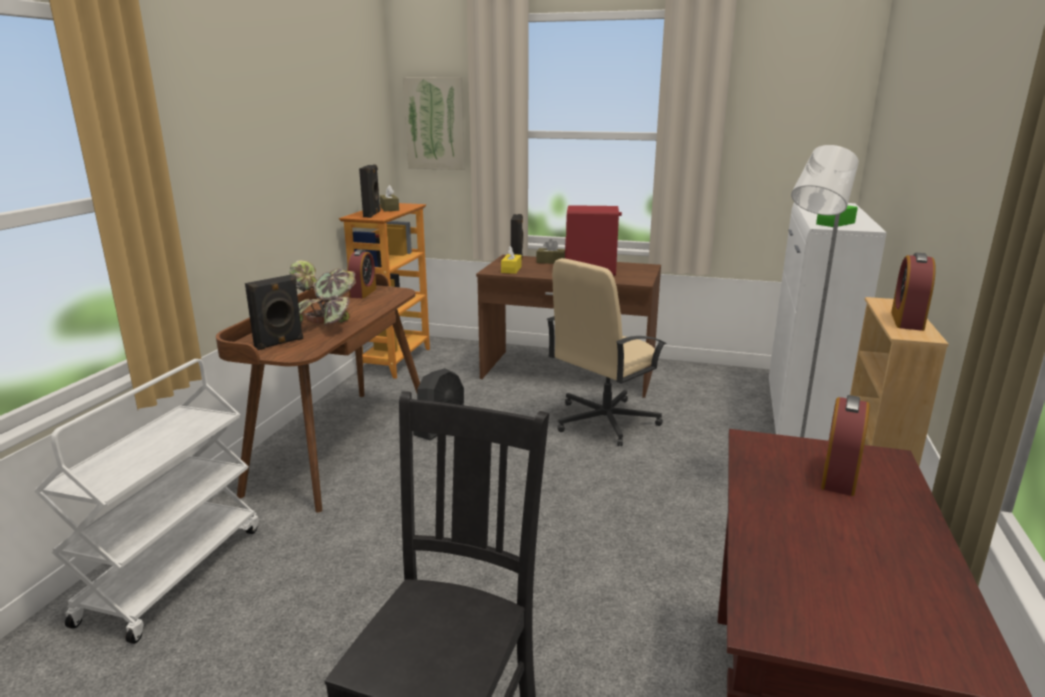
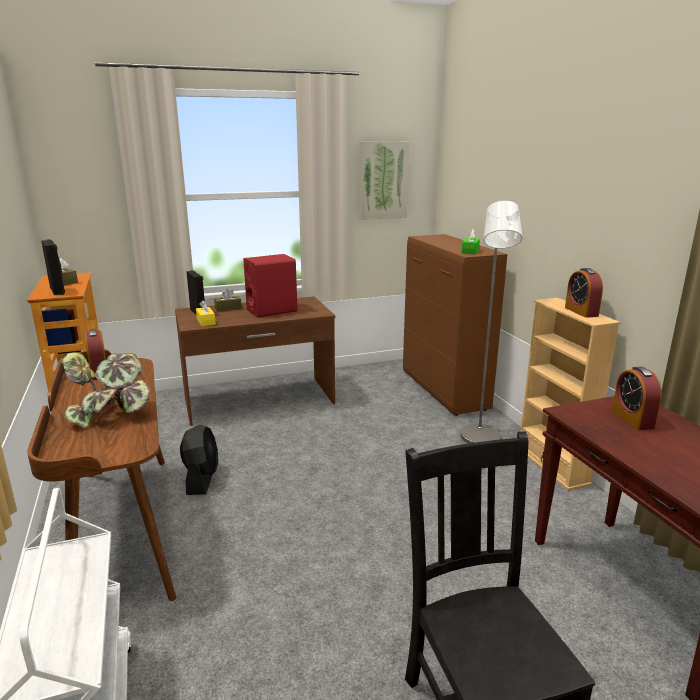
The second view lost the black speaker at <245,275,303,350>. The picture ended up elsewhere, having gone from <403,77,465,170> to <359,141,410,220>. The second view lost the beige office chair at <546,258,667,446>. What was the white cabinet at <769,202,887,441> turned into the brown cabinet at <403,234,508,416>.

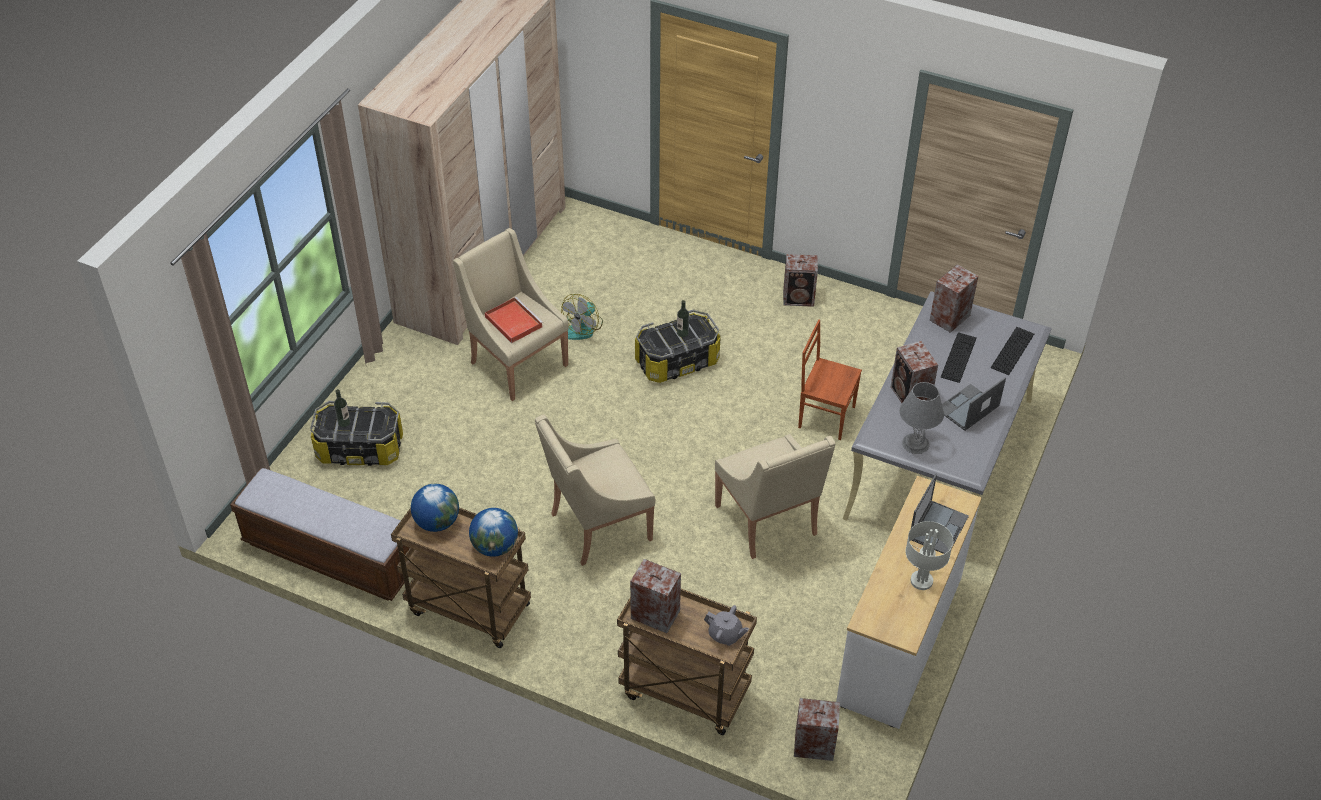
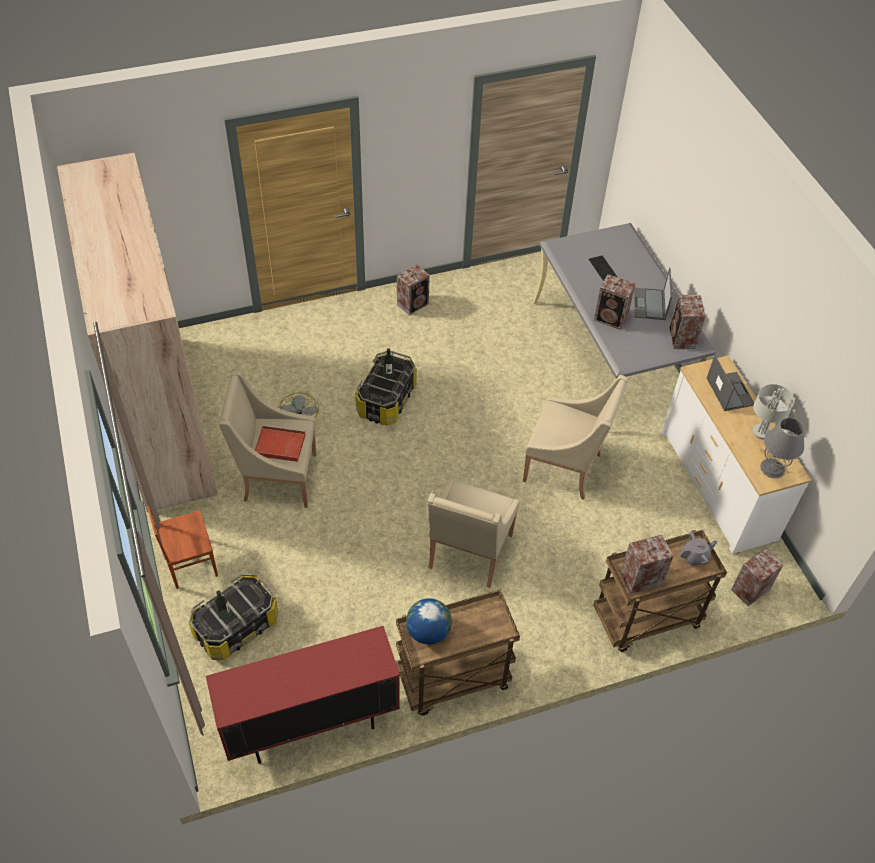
Where the bench stood at <230,468,410,601>, the red cabinet came to stand at <206,626,400,764>. The second view lost the globe at <469,508,518,557>. The brown chair ended up elsewhere, having gone from <798,320,862,440> to <147,506,218,589>. The grey table lamp ended up elsewhere, having gone from <899,382,944,454> to <760,418,804,478>. The speaker ended up elsewhere, having gone from <930,264,978,333> to <669,295,706,349>. The second view lost the keyboard at <991,327,1034,375>.

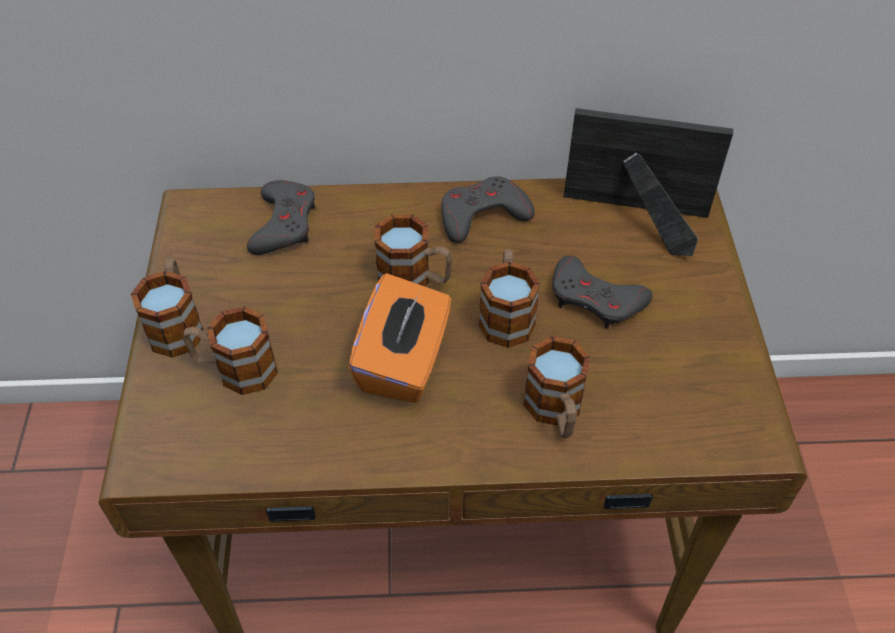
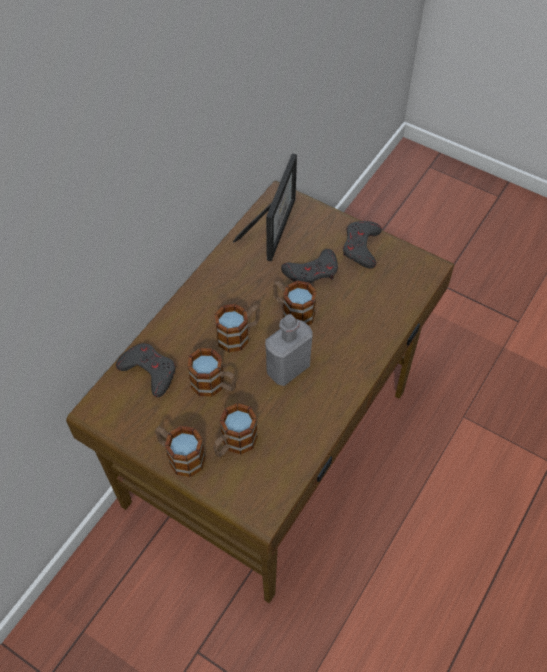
Where the orange tissue box stood at <348,273,451,403>, the grey bottle came to stand at <265,314,313,386>. The grey game controller ended up elsewhere, having gone from <441,176,535,243> to <343,221,382,269>. The mug ended up elsewhere, having gone from <523,336,590,438> to <188,348,236,397>. The picture frame at <564,108,733,256> ended up facing another way, 150 degrees clockwise from before.

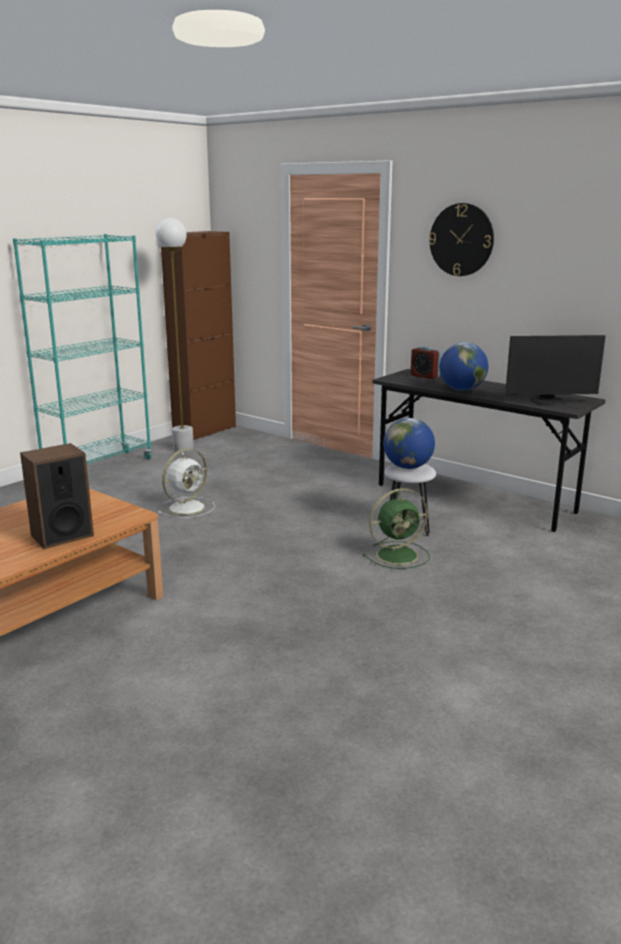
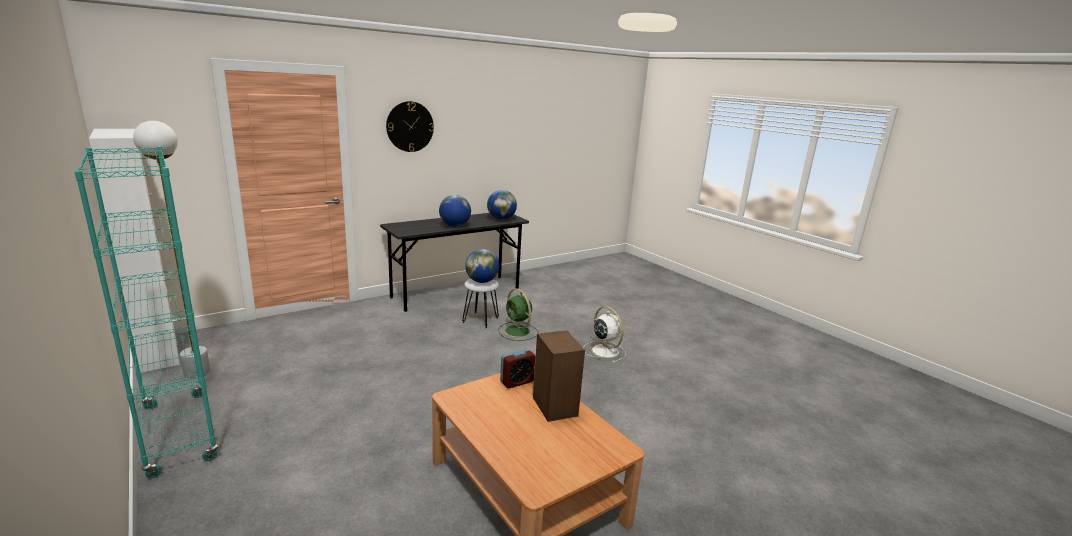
The white fan ended up elsewhere, having gone from <158,448,215,518> to <583,306,626,363>. What was the brown cabinet at <161,231,236,440> turned into the white cabinet at <89,129,180,373>. The green fan at <363,488,430,569> ended up facing another way, 150 degrees clockwise from before. The alarm clock ended up elsewhere, having gone from <411,346,441,379> to <500,349,535,388>. Where the monitor stood at <505,335,606,406>, the globe came to stand at <487,190,517,220>.

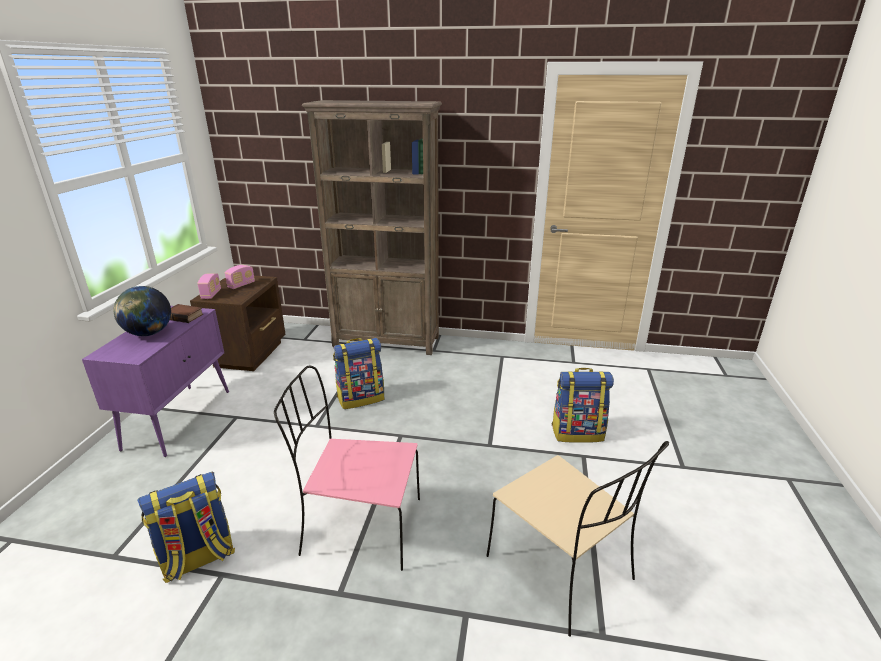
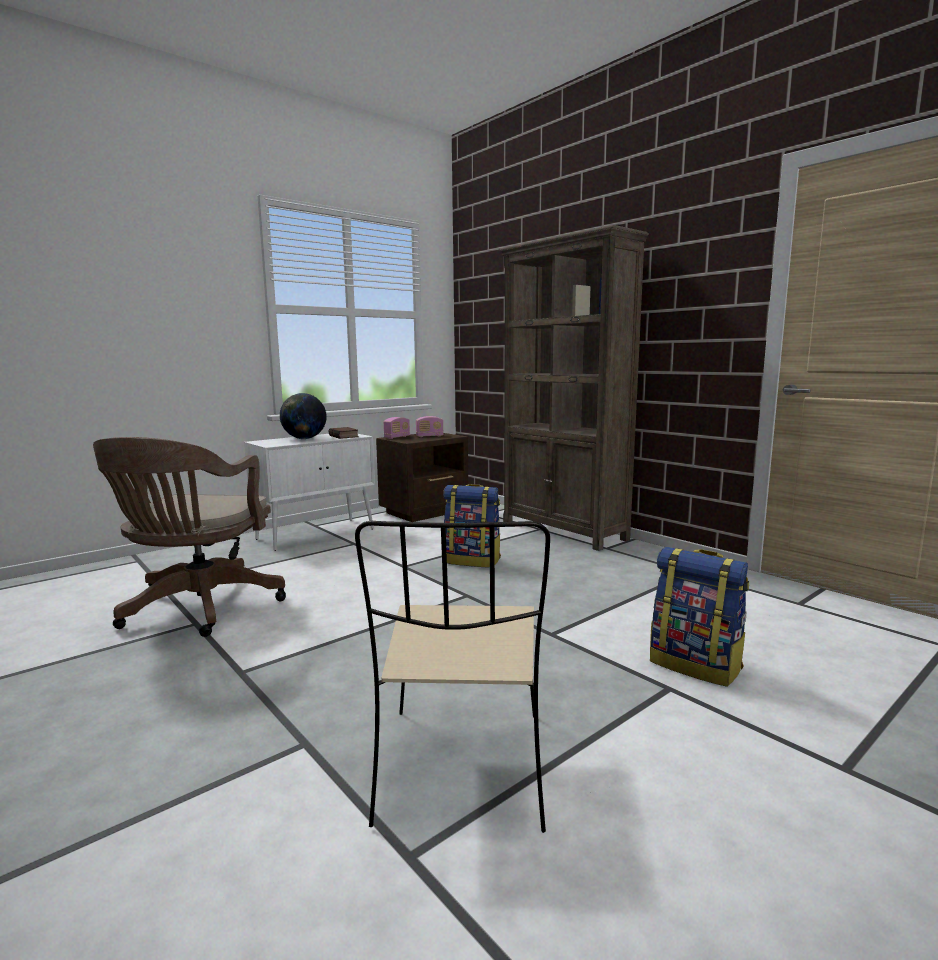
What was the purple cabinet at <82,306,229,457> turned into the white cabinet at <244,434,375,551>. Where the backpack stood at <137,472,235,583>, the brown office chair came to stand at <93,437,286,637>. The second view lost the pink chair at <274,366,420,571>.

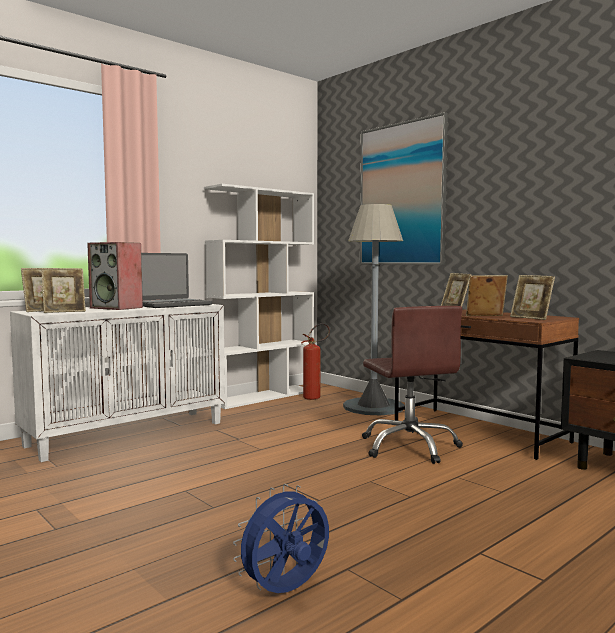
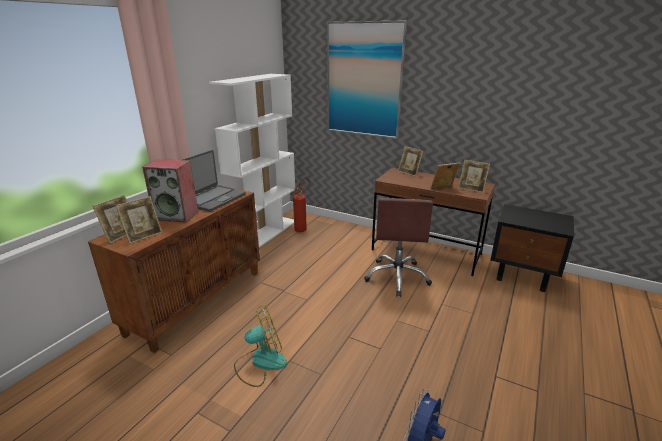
What was the white cabinet at <10,304,225,462> turned into the brown cabinet at <88,185,260,353>. The second view lost the grey floor lamp at <343,204,405,415>. The brown office chair at <362,306,463,464> ended up facing another way, 45 degrees clockwise from before. The second view gained the fan at <234,306,287,387>.

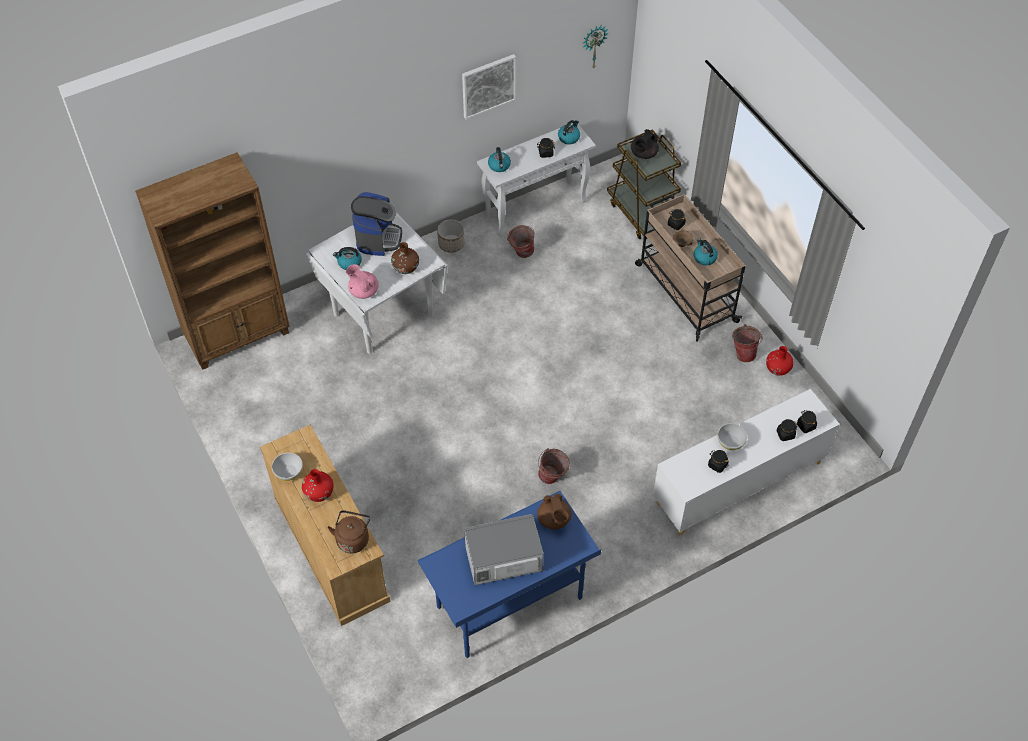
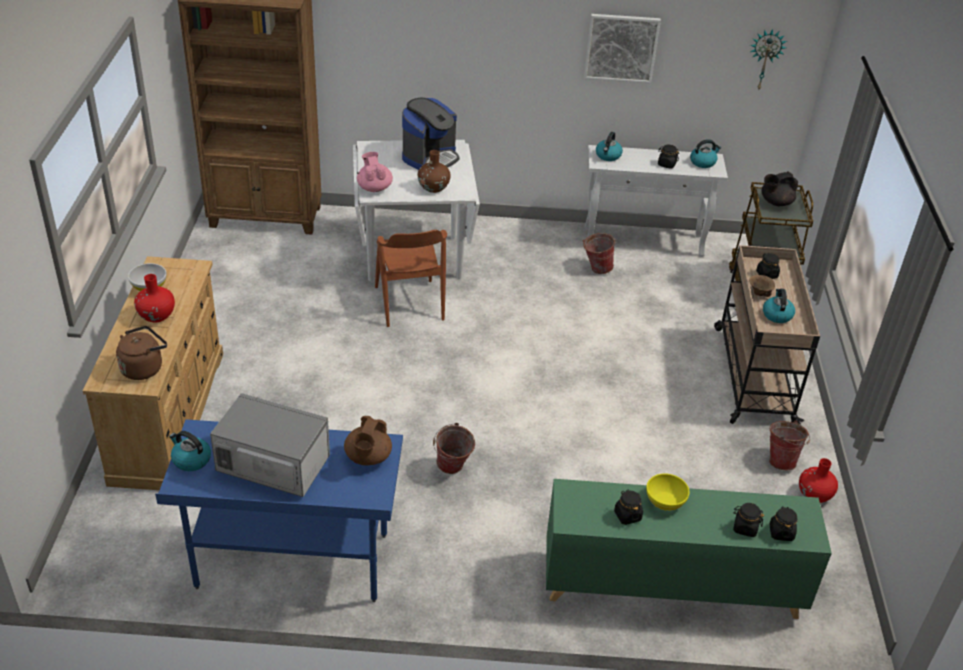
The kettle ended up elsewhere, having gone from <333,247,362,270> to <169,431,211,471>. The second view lost the planter at <437,219,465,253>. What was the white cabinet at <653,389,840,536> turned into the green cabinet at <546,479,832,619>. What was the white bowl at <718,423,747,450> turned into the yellow bowl at <646,473,690,511>. The second view gained the brown chair at <375,230,447,327>.

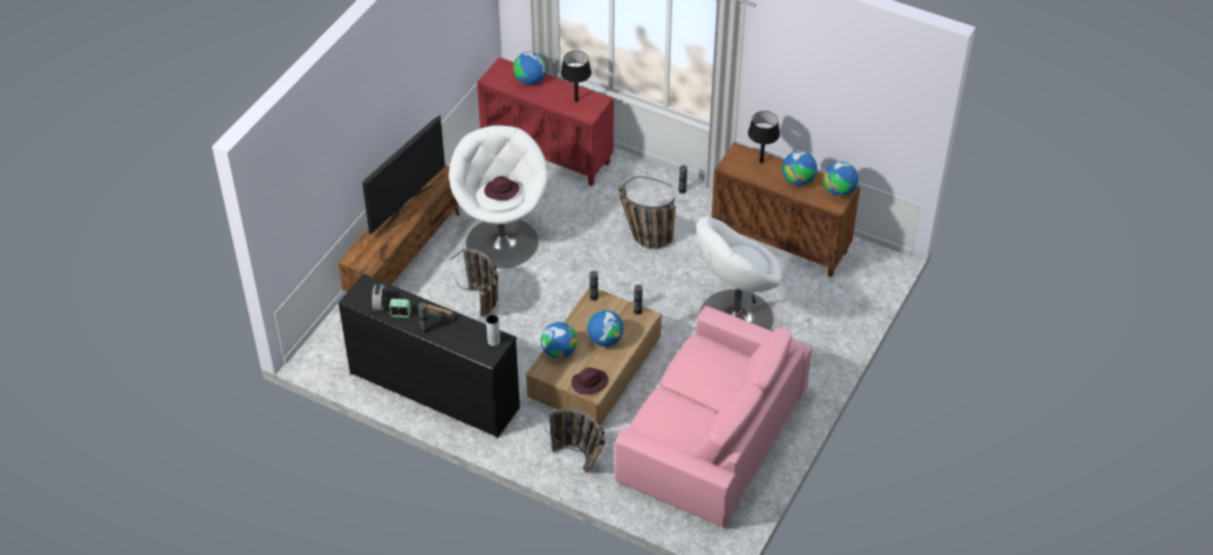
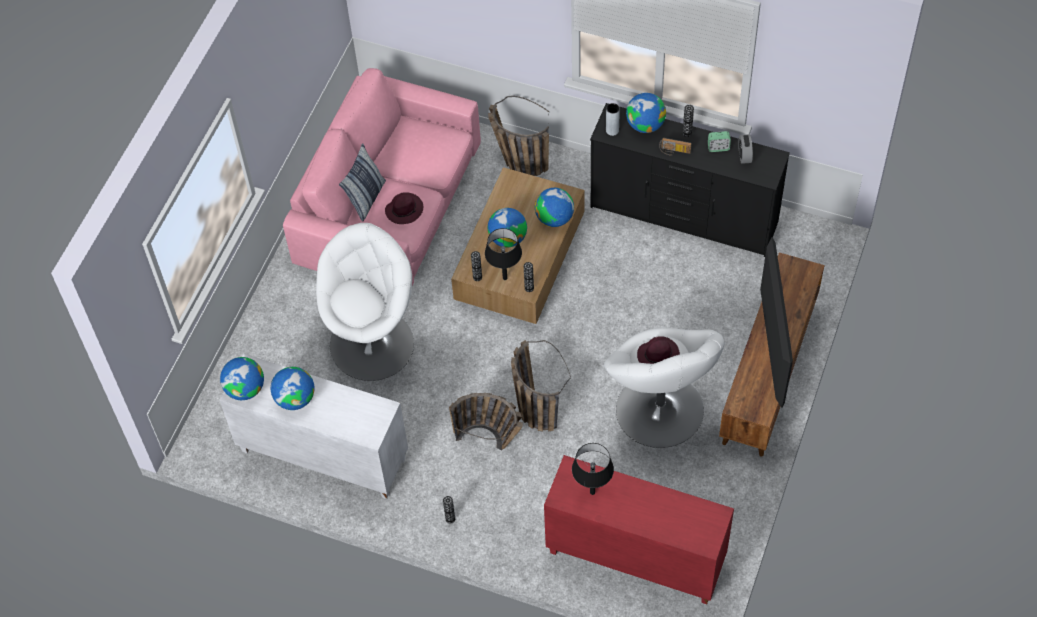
The television at <362,115,445,235> ended up facing another way, 150 degrees clockwise from before. The basket ended up elsewhere, having gone from <450,249,498,317> to <511,340,571,432>. The globe ended up elsewhere, having gone from <513,52,546,85> to <626,93,666,133>. The purple hat ended up elsewhere, having gone from <571,367,608,395> to <385,192,423,224>. What was the brown cabinet at <711,142,860,277> turned into the white cabinet at <220,354,408,499>. The black table lamp ended up elsewhere, having gone from <748,111,780,163> to <485,228,522,280>. The second view gained the pillow at <339,143,386,221>.

